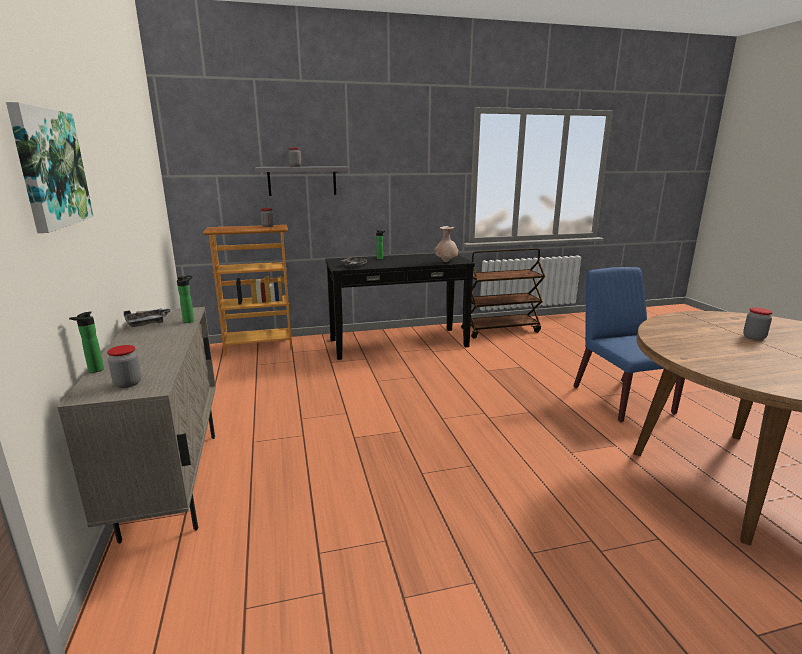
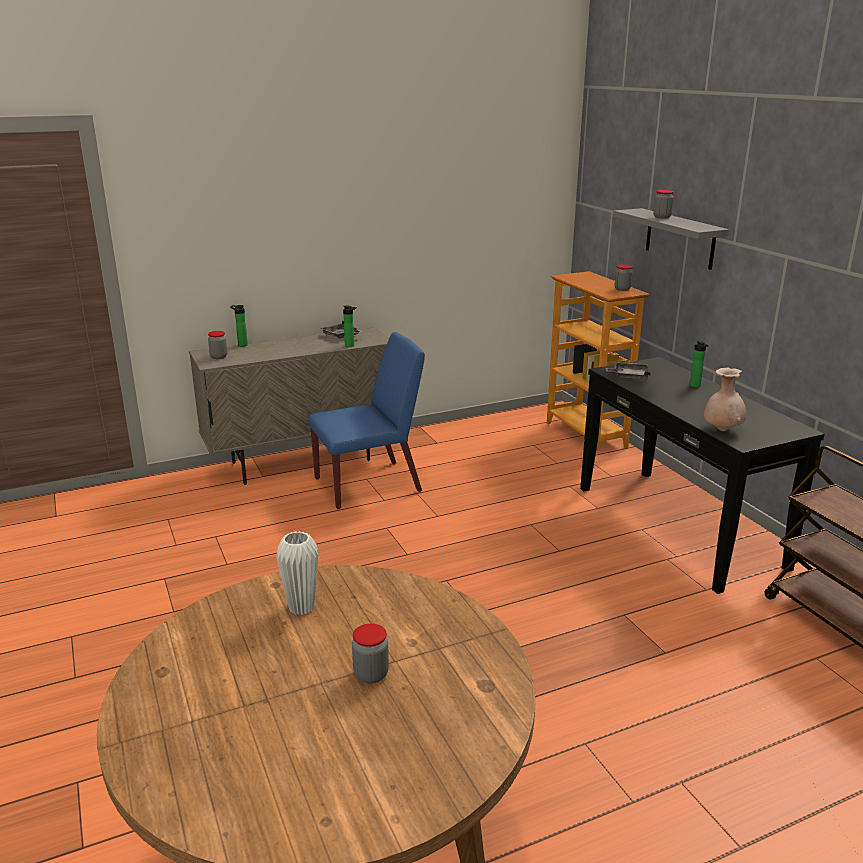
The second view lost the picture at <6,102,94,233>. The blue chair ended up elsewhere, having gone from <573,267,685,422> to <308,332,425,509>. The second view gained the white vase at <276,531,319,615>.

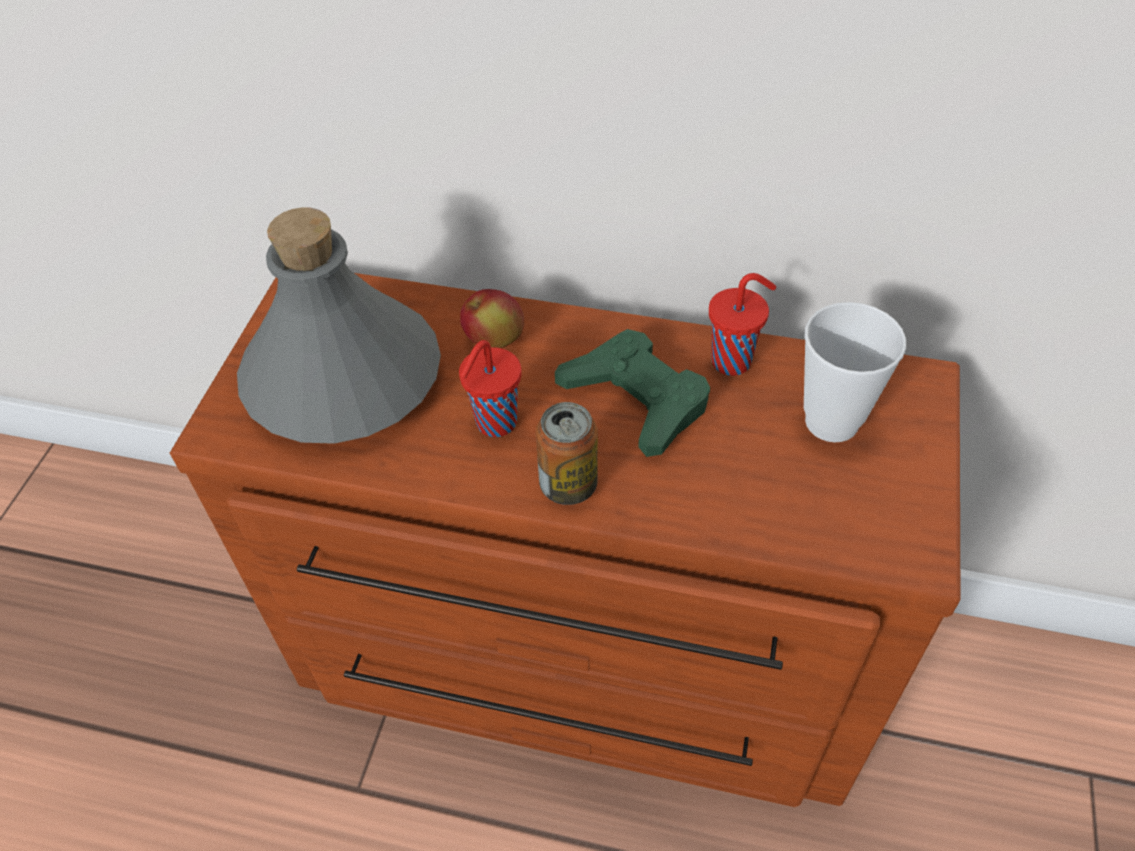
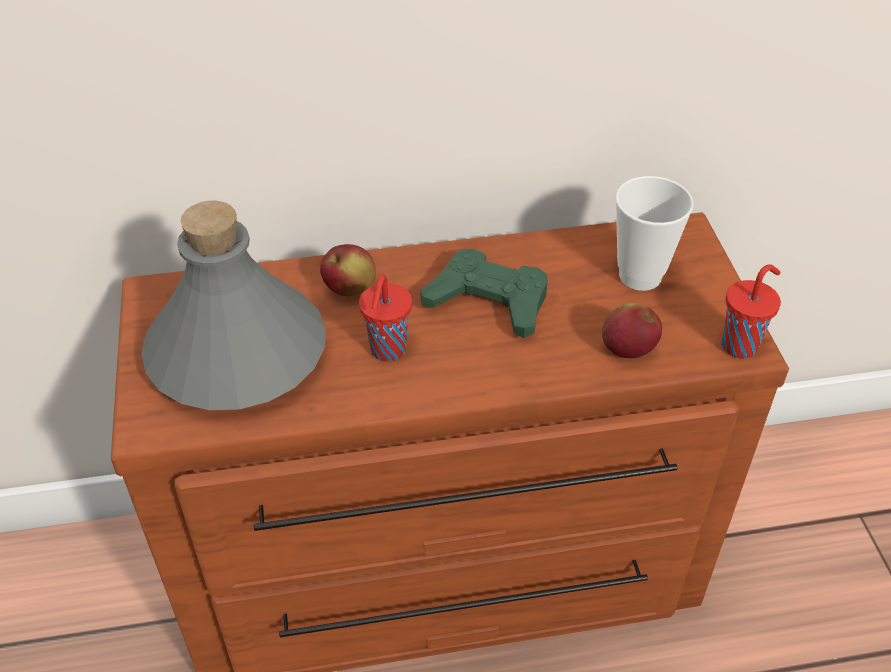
The second view lost the can at <536,402,598,505>. The red cup ended up elsewhere, having gone from <709,273,776,376> to <722,264,781,359>. The second view gained the apple at <602,303,662,358>.

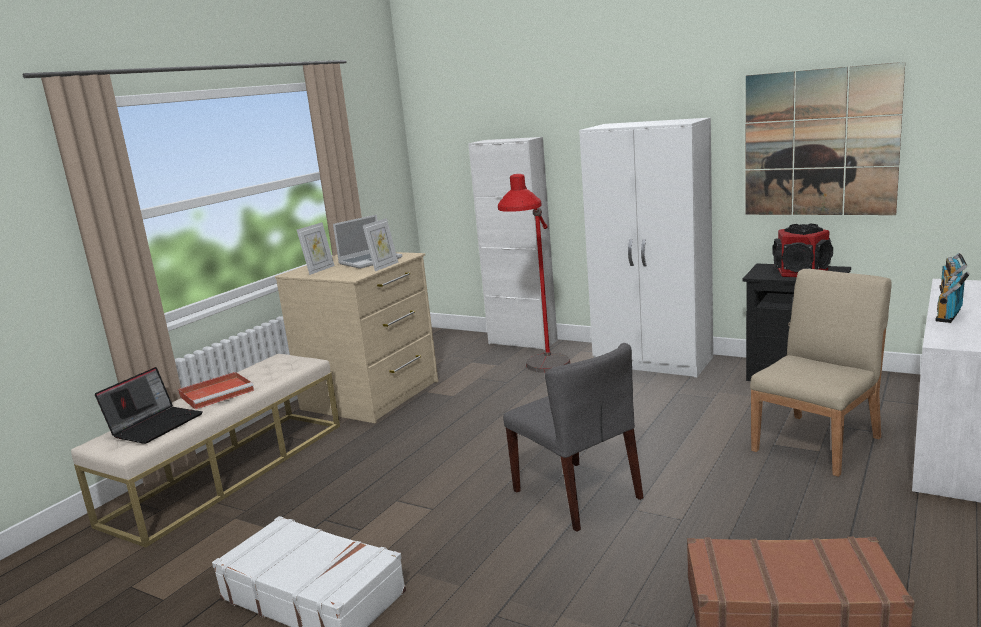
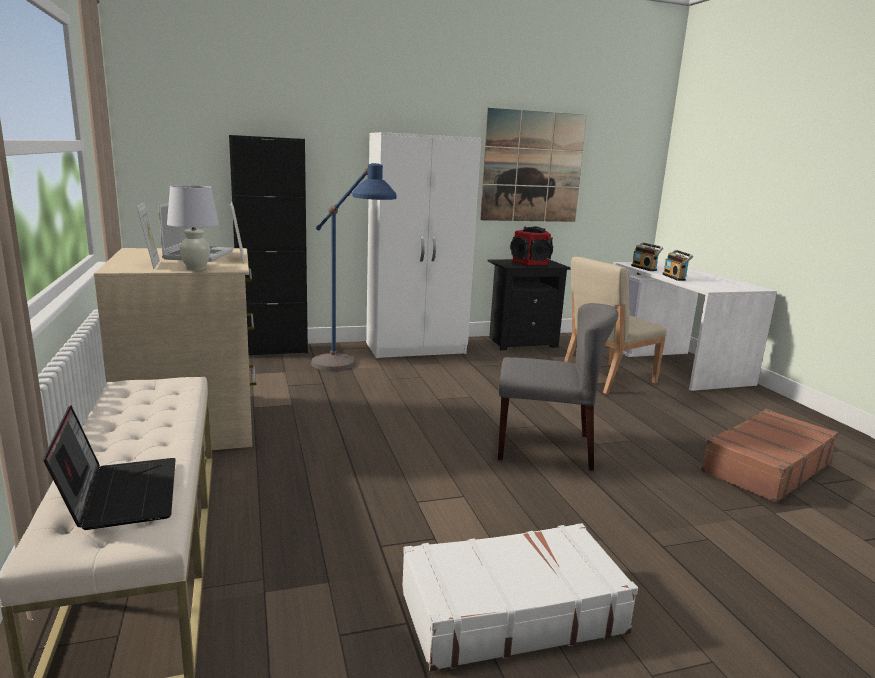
The second view lost the red tray at <178,372,254,409>. What was the white cabinet at <468,137,558,350> turned into the black cabinet at <229,135,308,355>. What was the red floor lamp at <498,174,570,373> turned into the blue floor lamp at <311,163,396,371>. The beige chair at <750,269,892,477> ended up facing another way, 120 degrees counterclockwise from before. The second view gained the white table lamp at <167,185,219,270>.

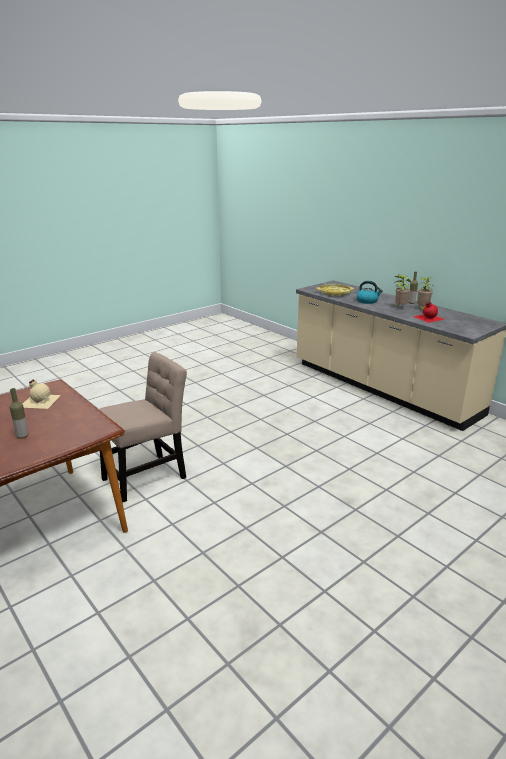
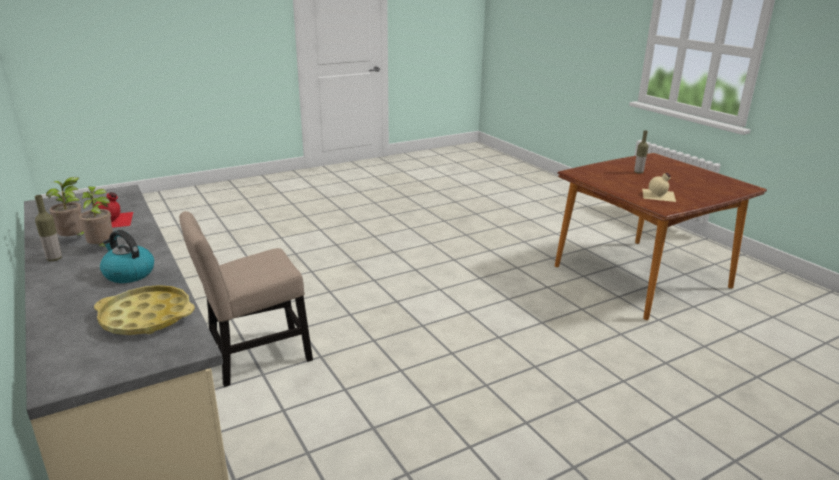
The beige chair ended up elsewhere, having gone from <99,352,187,502> to <179,211,313,387>.

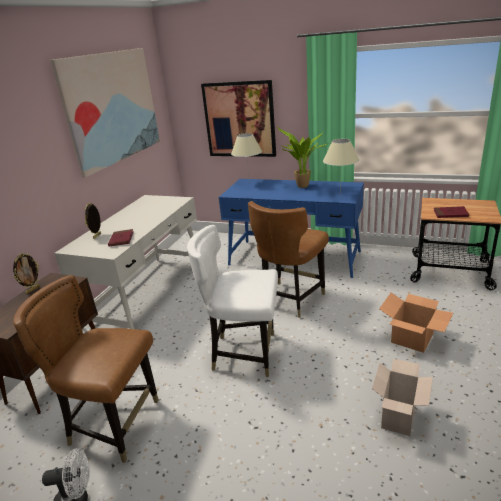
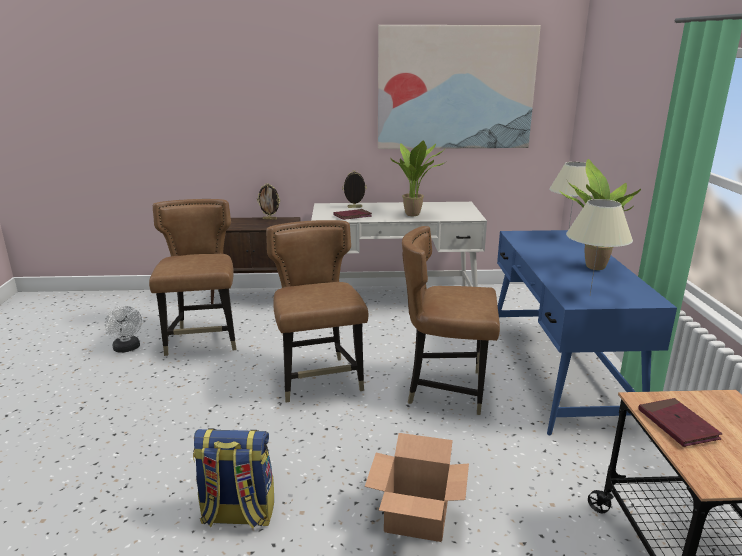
What was the white chair at <187,225,278,377> turned into the brown chair at <266,220,368,403>. The second view lost the picture at <201,80,276,157>. Where the cardboard box stood at <372,359,433,436>, the backpack came to stand at <193,428,274,529>. The second view gained the potted plant at <390,141,444,216>.

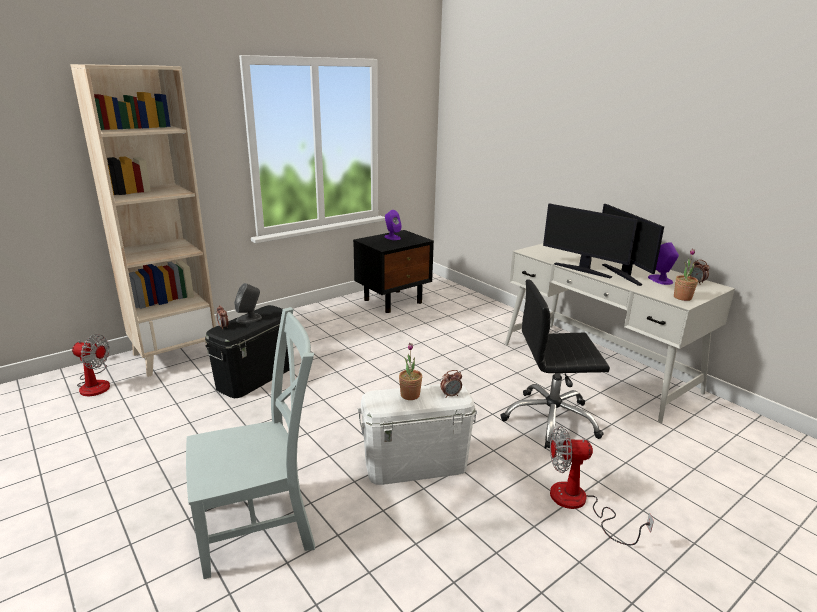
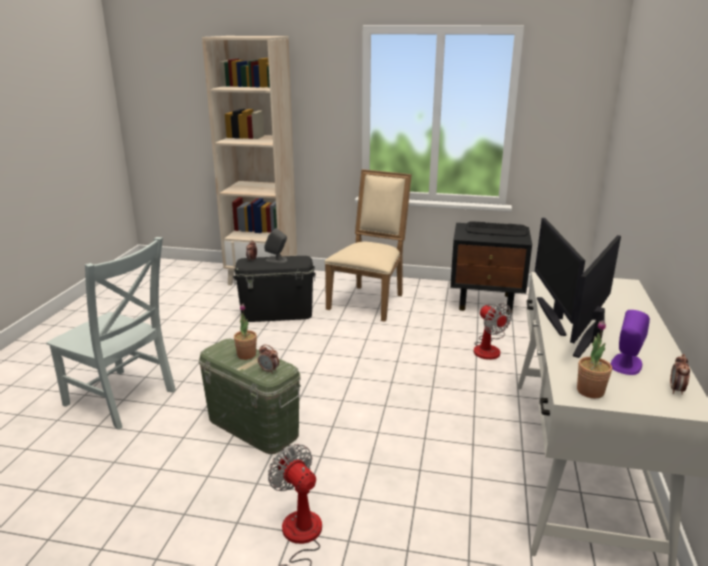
The fan ended up elsewhere, having gone from <72,334,110,396> to <474,303,512,360>. What was the white storage box at <358,384,477,485> turned into the green storage box at <199,339,301,454>. Where the purple speaker stood at <384,210,402,240>, the keyboard came to stand at <465,221,528,237>. The second view lost the black office chair at <500,279,610,449>. The second view gained the beige chair at <324,169,412,322>.

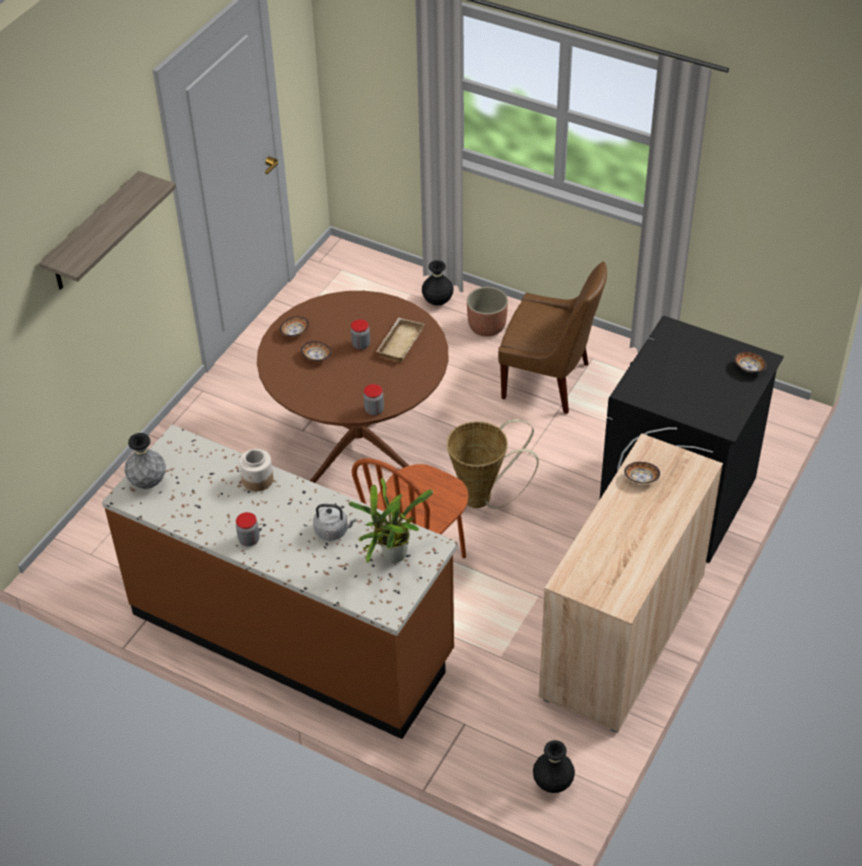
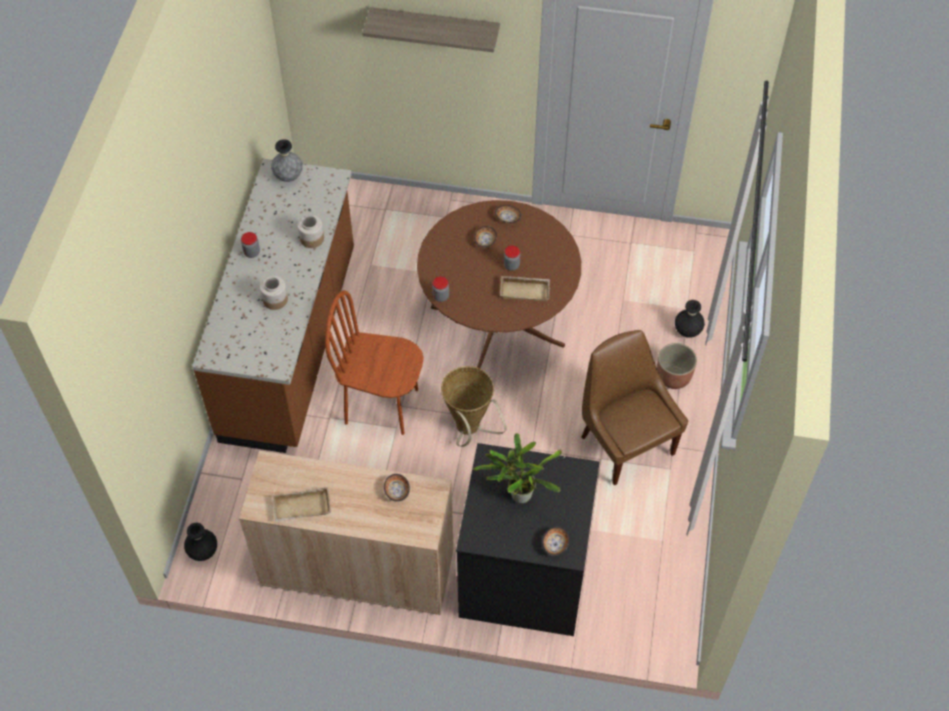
Where the grey kettle stood at <313,504,356,541>, the jar came to stand at <260,276,288,310>. The potted plant ended up elsewhere, having gone from <349,478,433,563> to <473,433,562,503>. The brown chair at <498,261,607,414> ended up facing another way, 150 degrees clockwise from before. The second view gained the beige tray at <273,487,331,522>.

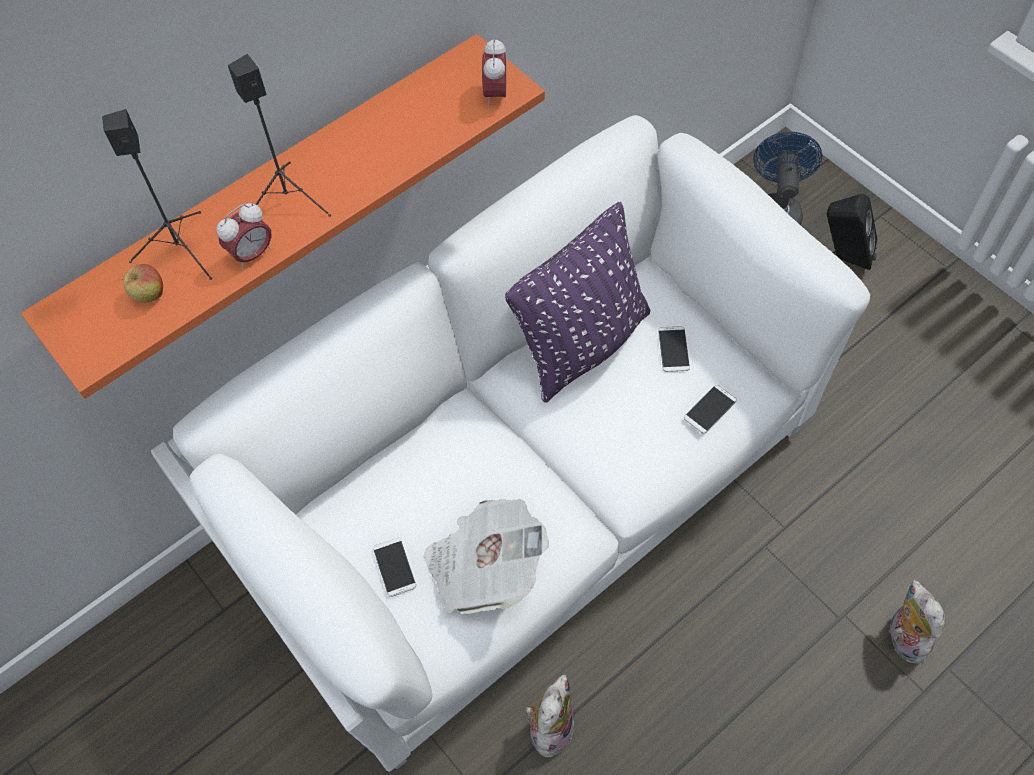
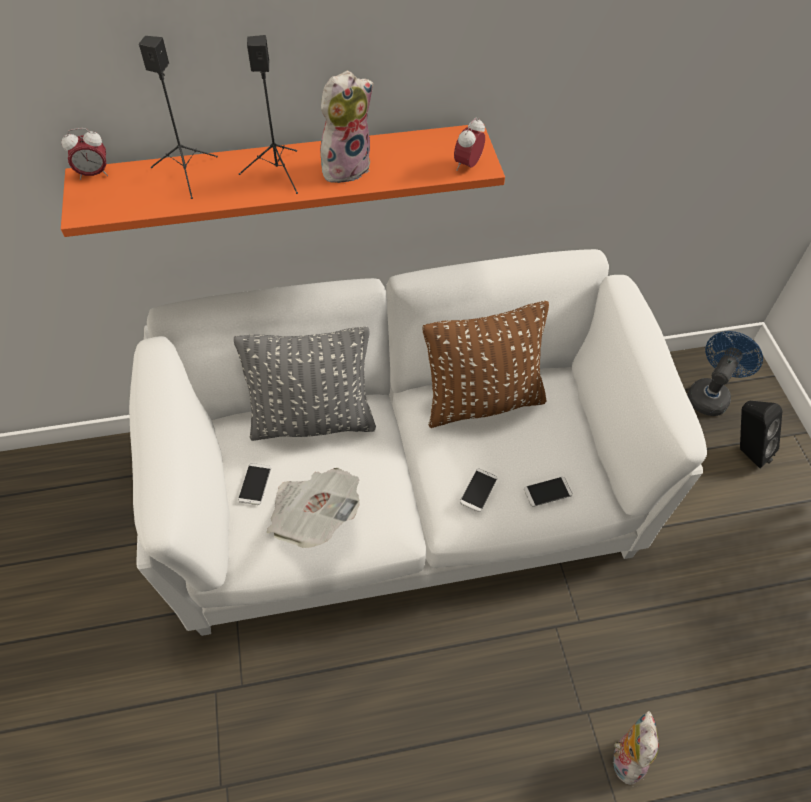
The second view lost the apple at <121,264,163,302>. The alarm clock ended up elsewhere, having gone from <216,203,272,269> to <61,128,108,180>. What was the purple pillow at <505,202,650,403> turned into the brown pillow at <423,301,549,428>. The plush toy ended up elsewhere, having gone from <526,675,574,760> to <320,70,374,183>. The phone ended up elsewhere, having gone from <658,326,690,372> to <460,469,497,512>. The second view gained the grey pillow at <234,327,376,441>.

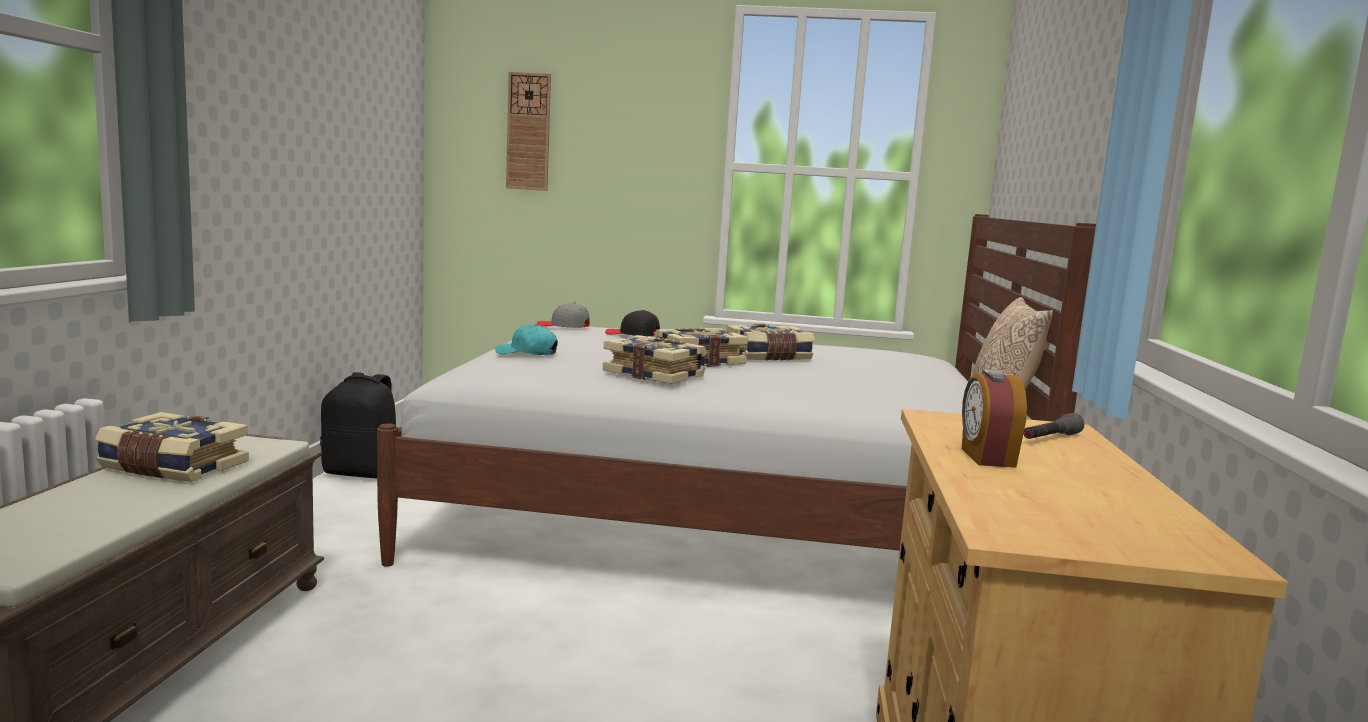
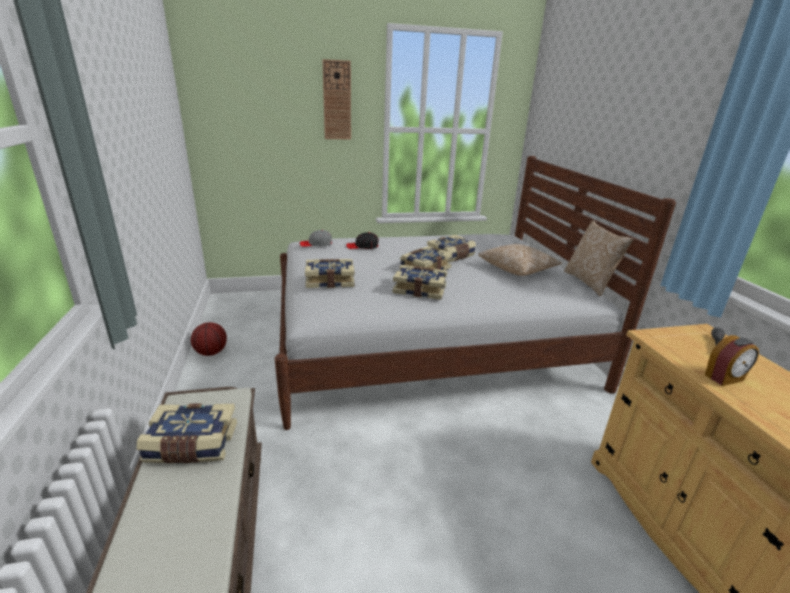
Where the black backpack stood at <320,372,396,478>, the basketball came to stand at <191,322,227,356>. Where the turquoise cap stood at <495,324,558,355>, the book came to stand at <305,259,355,288>. The wall clock ended up elsewhere, having gone from <506,72,551,191> to <322,59,351,140>. The alarm clock at <962,369,1027,468> ended up facing another way, 90 degrees counterclockwise from before. The second view gained the pillow at <478,244,562,276>.

